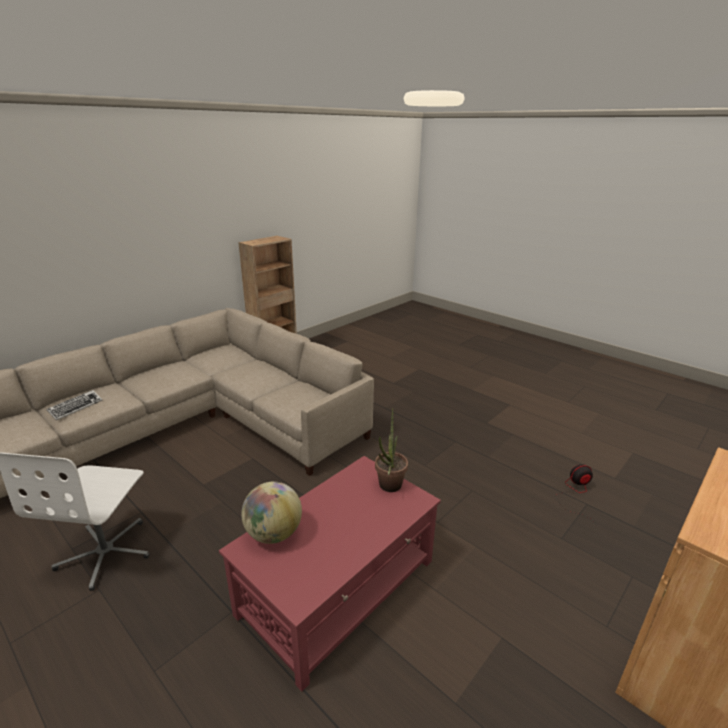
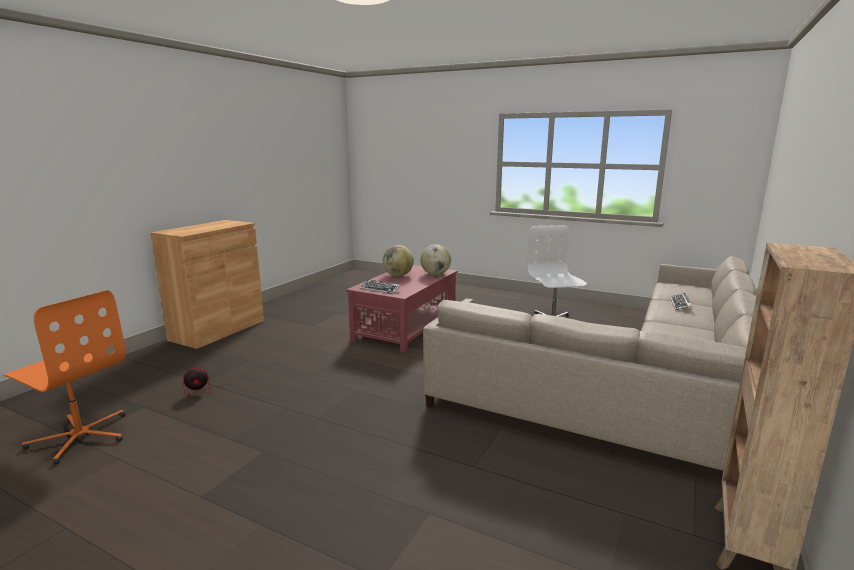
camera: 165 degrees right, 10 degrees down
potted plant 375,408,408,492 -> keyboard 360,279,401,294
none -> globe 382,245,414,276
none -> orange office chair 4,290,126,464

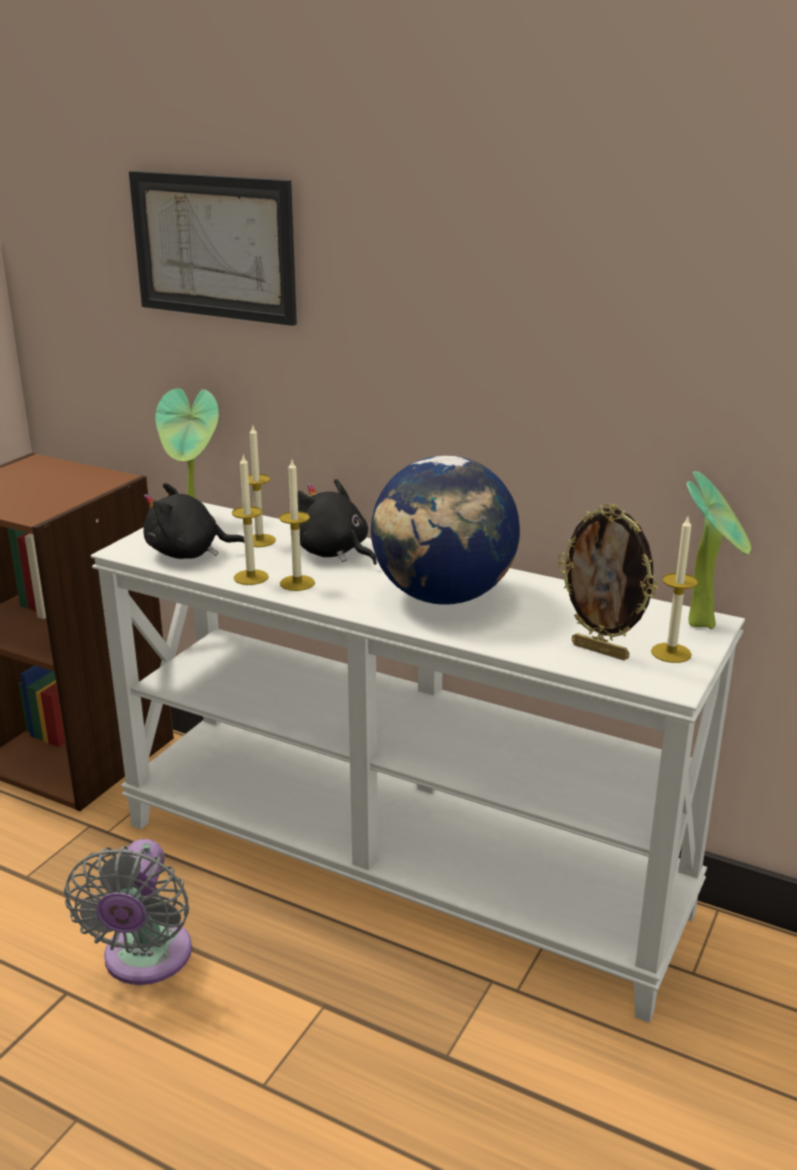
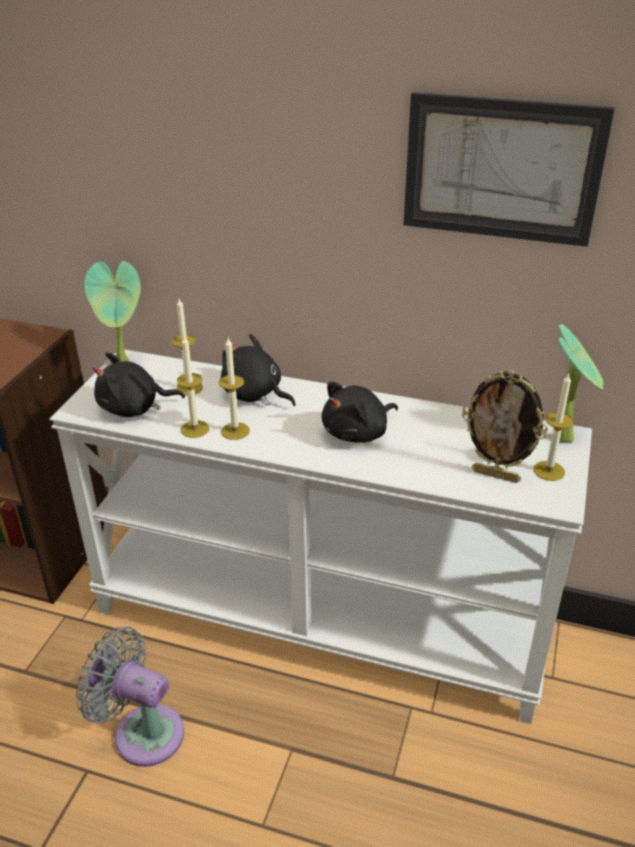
camera: 10 degrees left, 10 degrees up
picture 129,171,297,326 -> picture 404,92,615,247, shifted
globe 371,455,520,605 -> black plush toy 322,381,398,443
grey fan 64,839,192,985 -> grey fan 76,627,184,767, 120 degrees clockwise

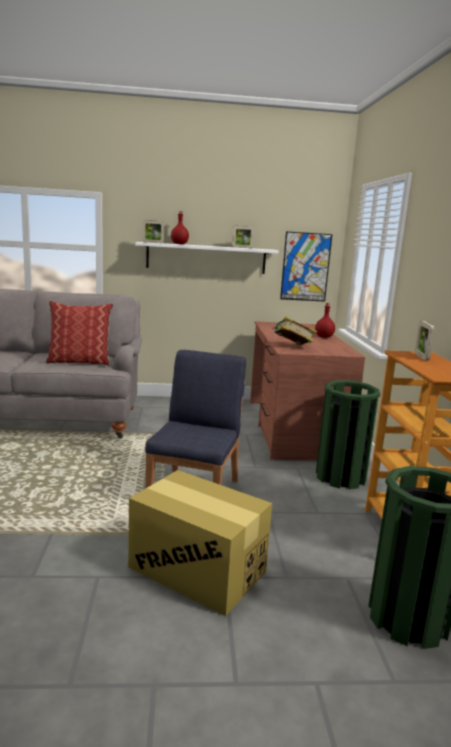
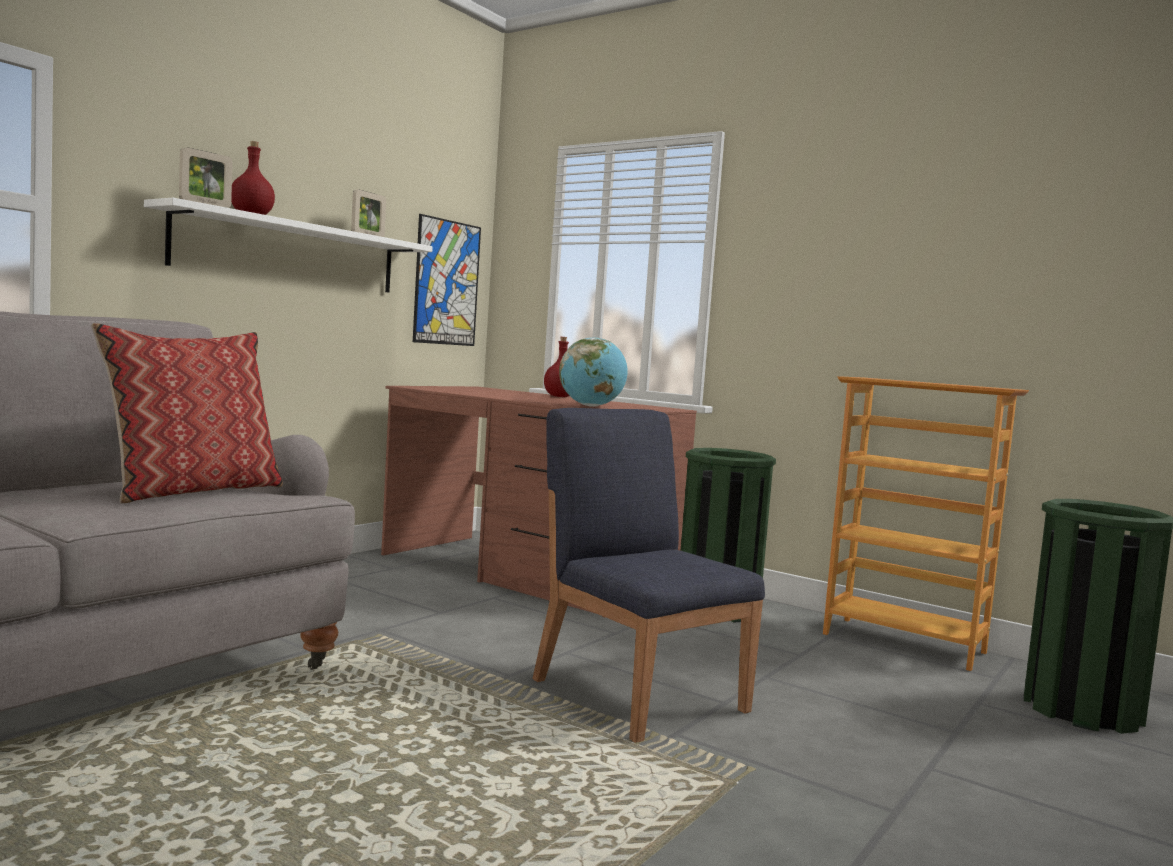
camera: 50 degrees left, 10 degrees down
book 272,316,317,345 -> globe 559,337,628,407
picture frame 415,320,435,361 -> none
cardboard box 128,470,272,616 -> none

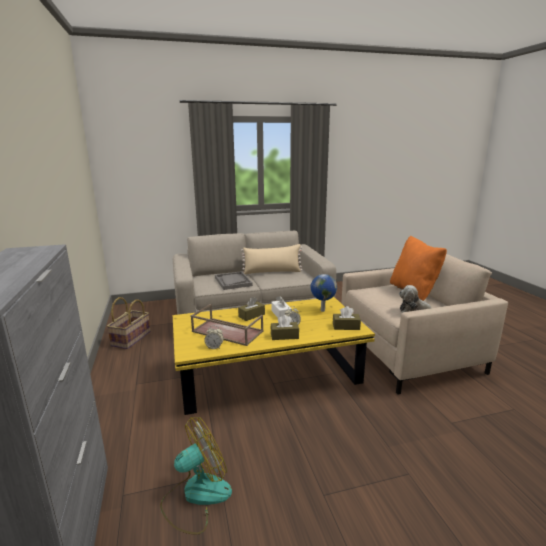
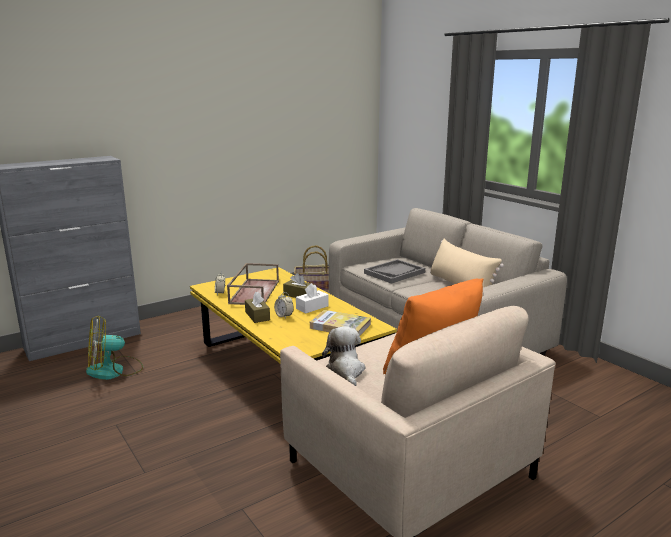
camera: 70 degrees right, 0 degrees up
globe 311,274,337,312 -> book 310,310,371,336
brown tissue box 333,306,361,330 -> none
fan 160,417,232,535 -> fan 86,315,143,380, 120 degrees clockwise

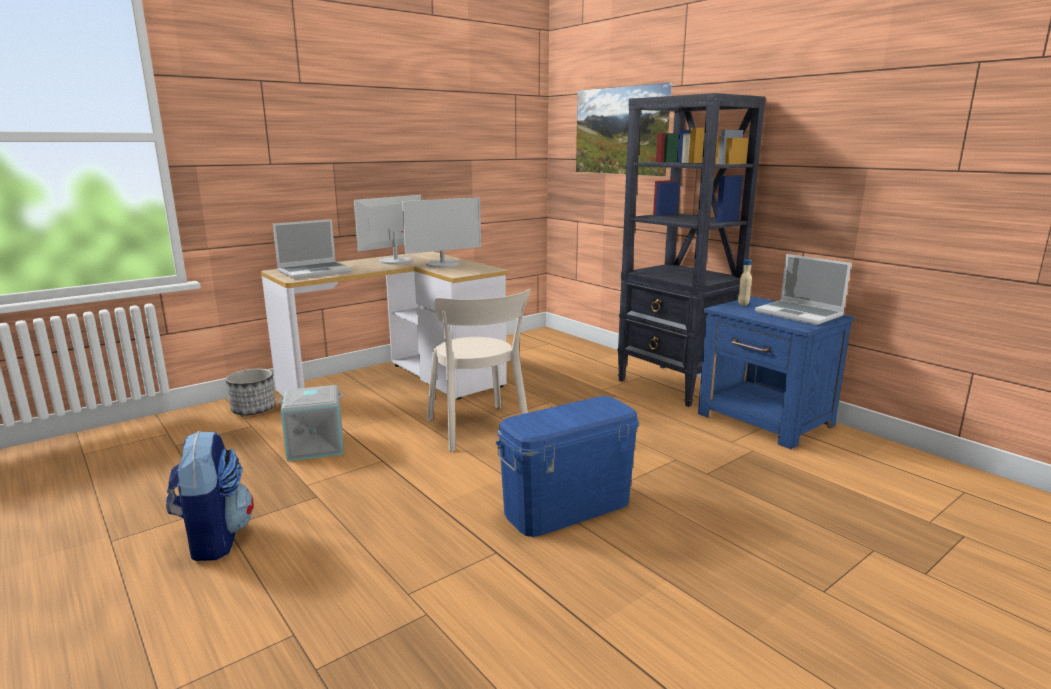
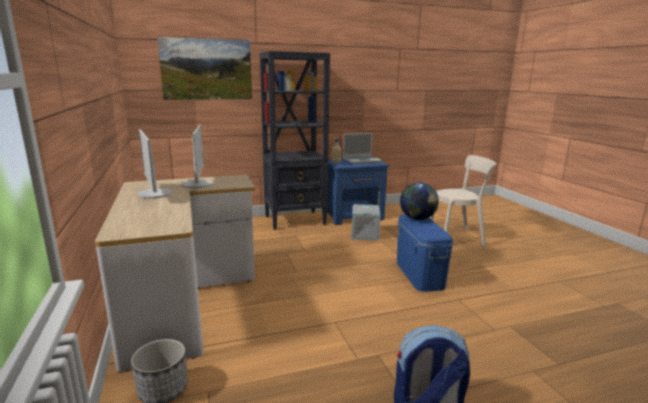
camera: 70 degrees left, 0 degrees up
laptop 273,219,353,279 -> none
beige chair 427,288,531,452 -> beige chair 430,155,496,247, shifted
grey storage box 278,385,343,461 -> grey storage box 352,204,381,241, shifted
none -> globe 400,183,439,220

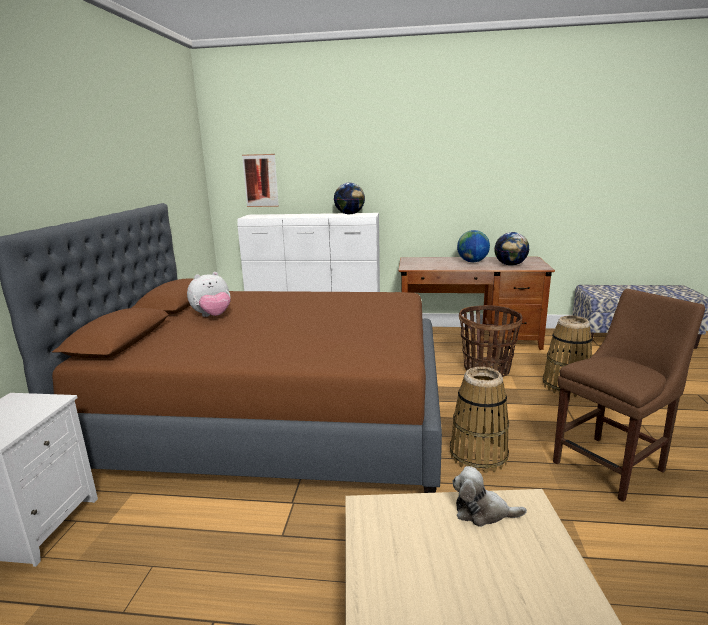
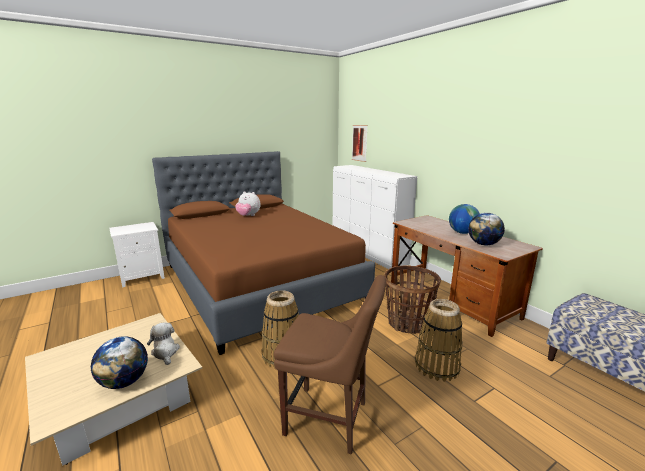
camera: 50 degrees right, 0 degrees up
globe 334,183,365,214 -> globe 91,336,148,389, shifted

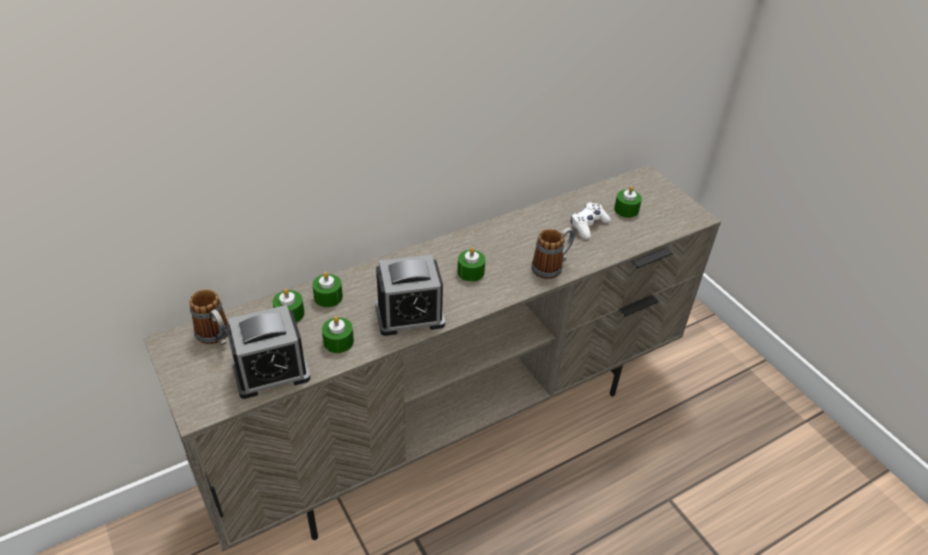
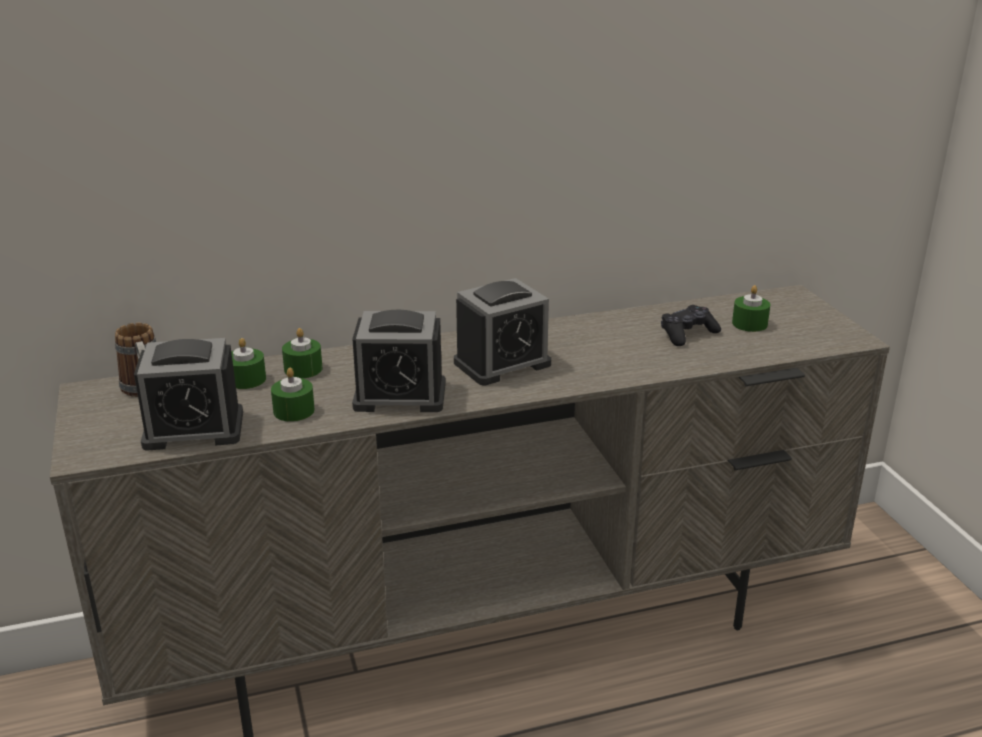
camera: 15 degrees right, 15 degrees down
white game controller 571,202,611,239 -> black game controller 661,305,721,346
mug 532,228,575,279 -> none
green candle 457,247,485,282 -> alarm clock 454,278,551,385

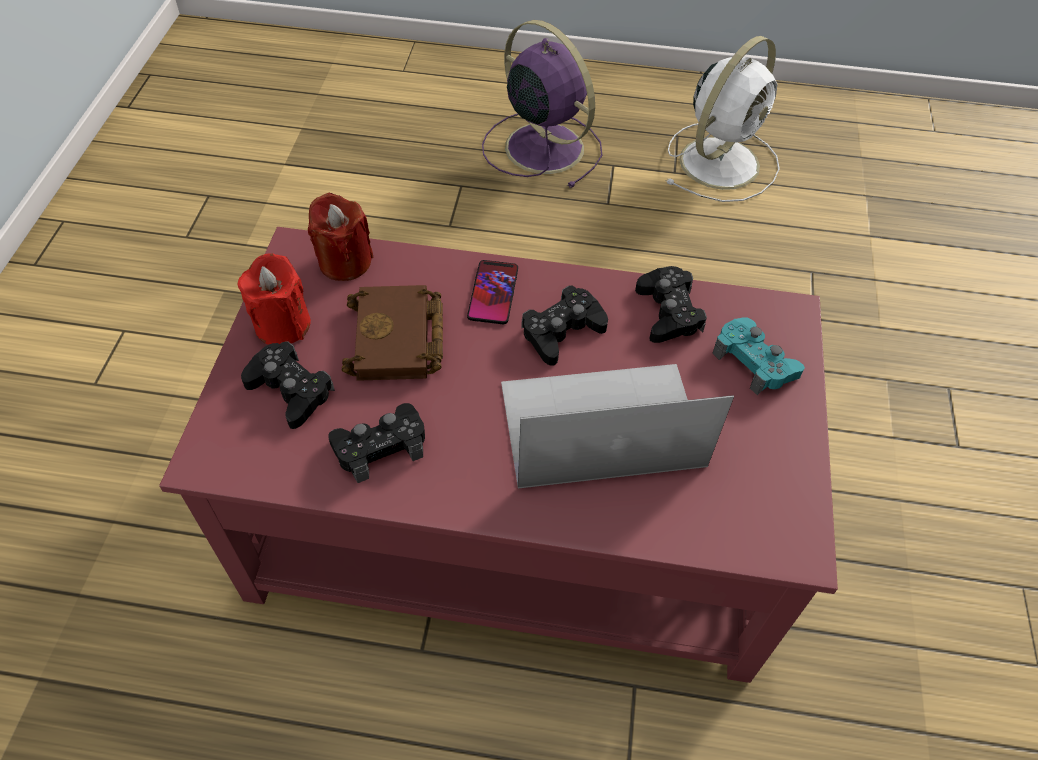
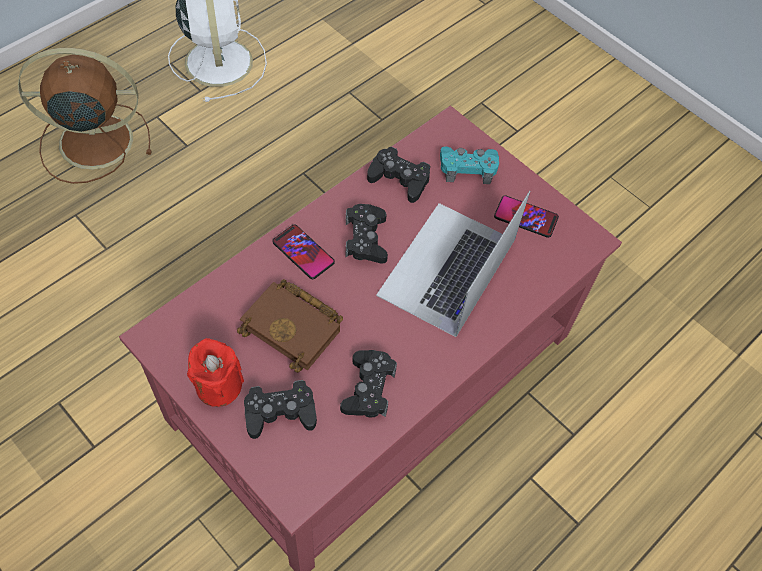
camera: 55 degrees left, 5 degrees up
purple fan 482,20,602,188 -> brown fan 18,48,151,184
red candle 308,193,373,281 -> none
none -> phone 494,196,559,238

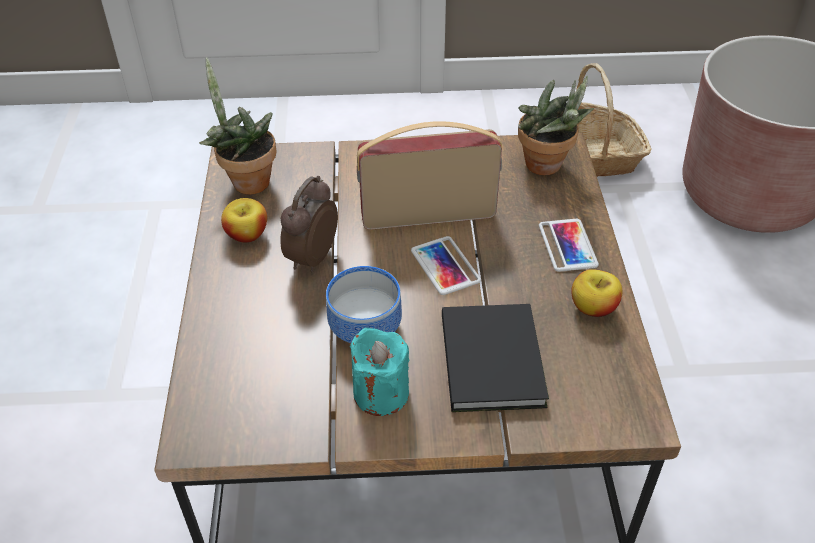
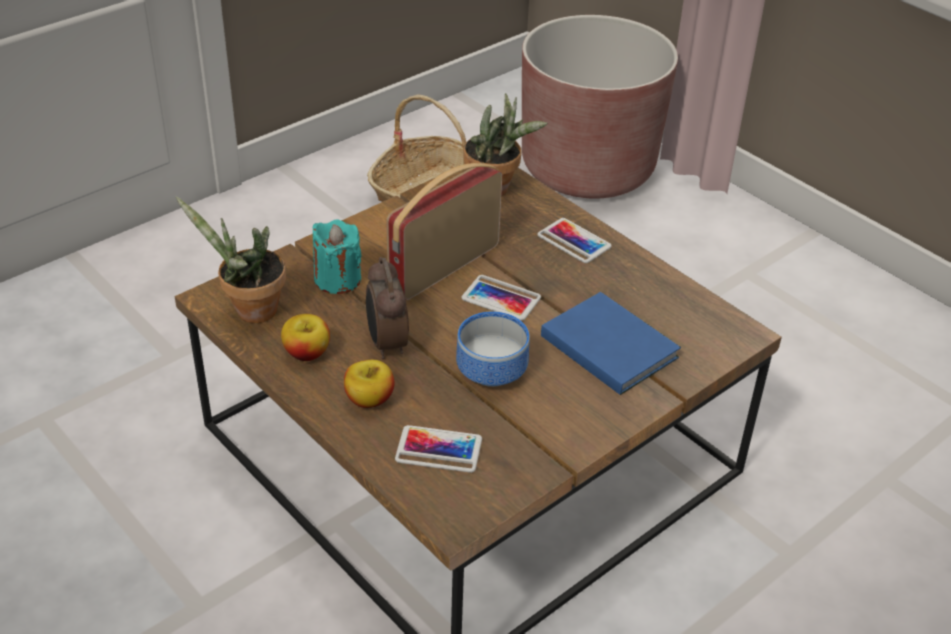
camera: 40 degrees left, 5 degrees down
apple 571,269,622,317 -> apple 344,360,394,408, shifted
black book 442,304,549,412 -> blue book 541,292,681,395
turquoise candle 350,328,409,416 -> turquoise candle 313,220,362,294, shifted
none -> phone 395,425,482,473

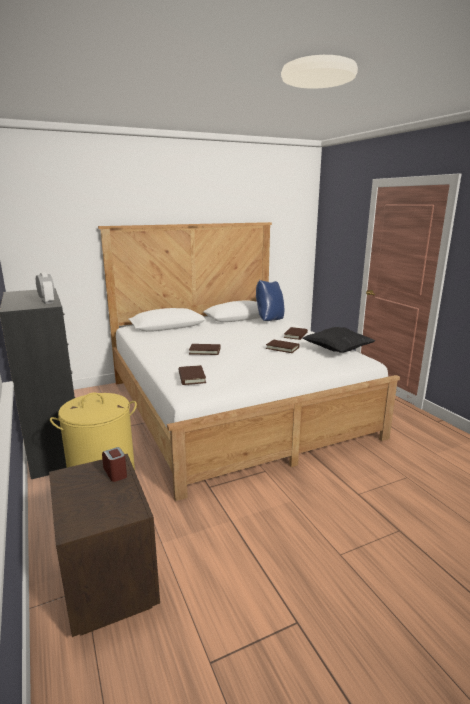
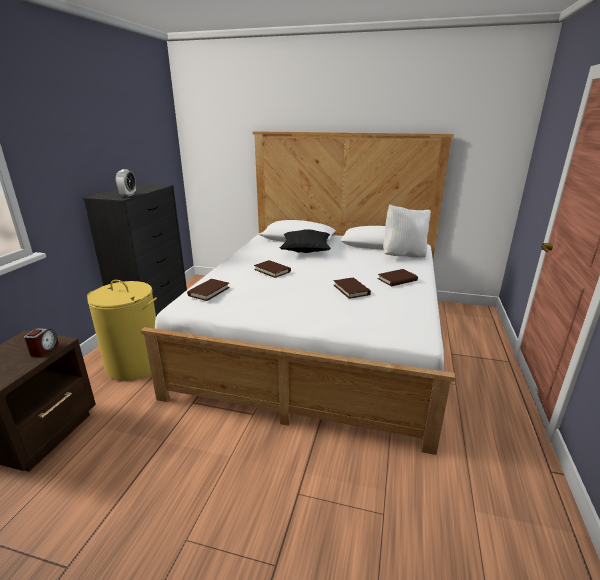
camera: 40 degrees right, 5 degrees up
blue pillow 256,280,284,321 -> white pillow 383,204,431,257
black pillow 303,327,375,353 -> black pillow 280,229,331,253, shifted

